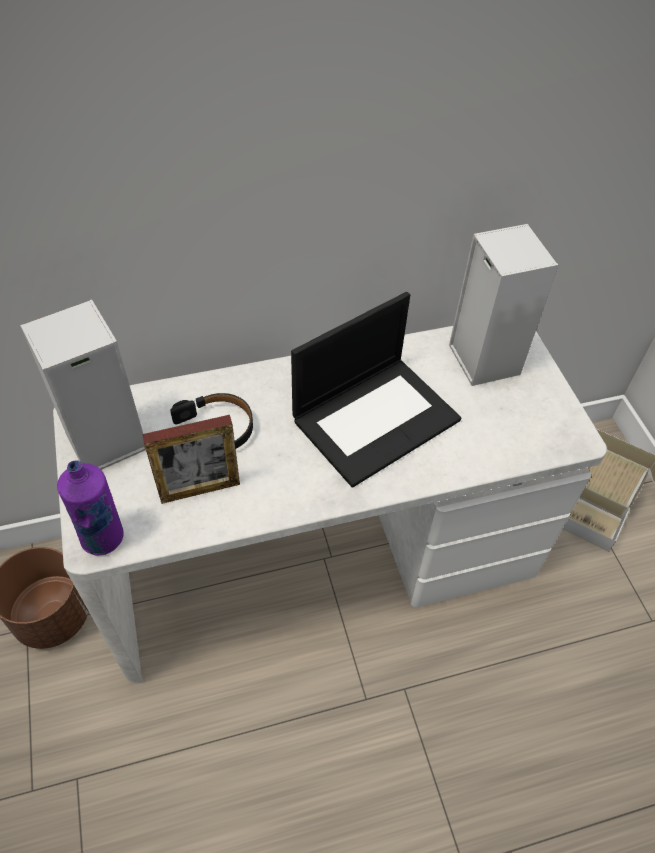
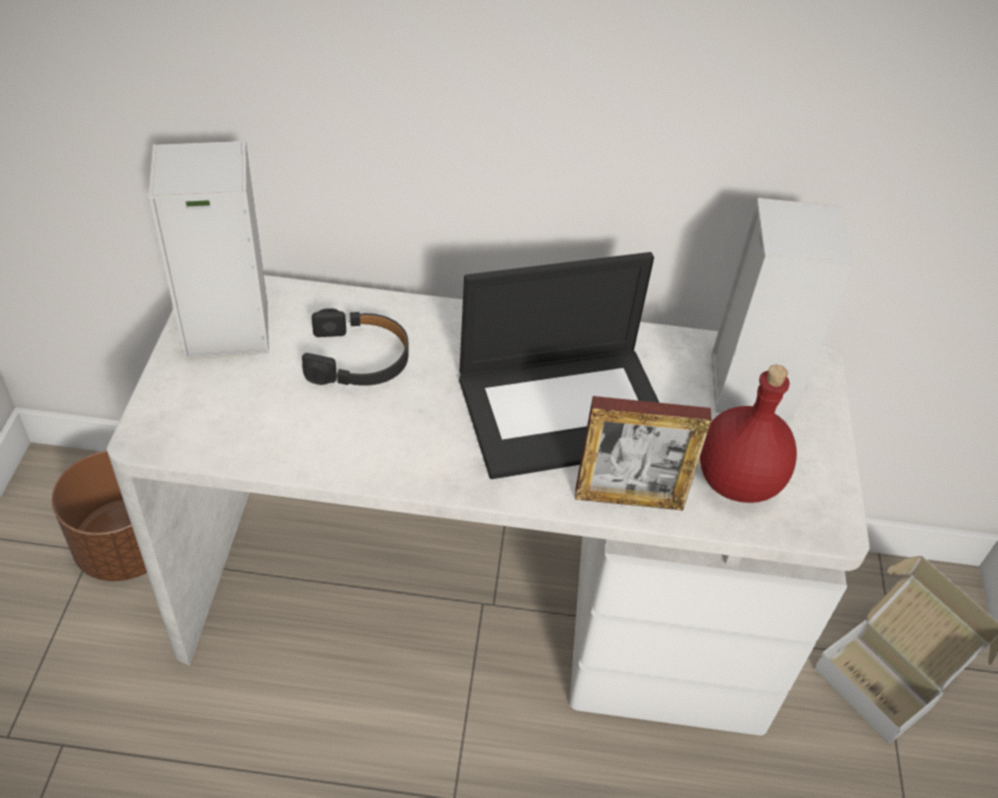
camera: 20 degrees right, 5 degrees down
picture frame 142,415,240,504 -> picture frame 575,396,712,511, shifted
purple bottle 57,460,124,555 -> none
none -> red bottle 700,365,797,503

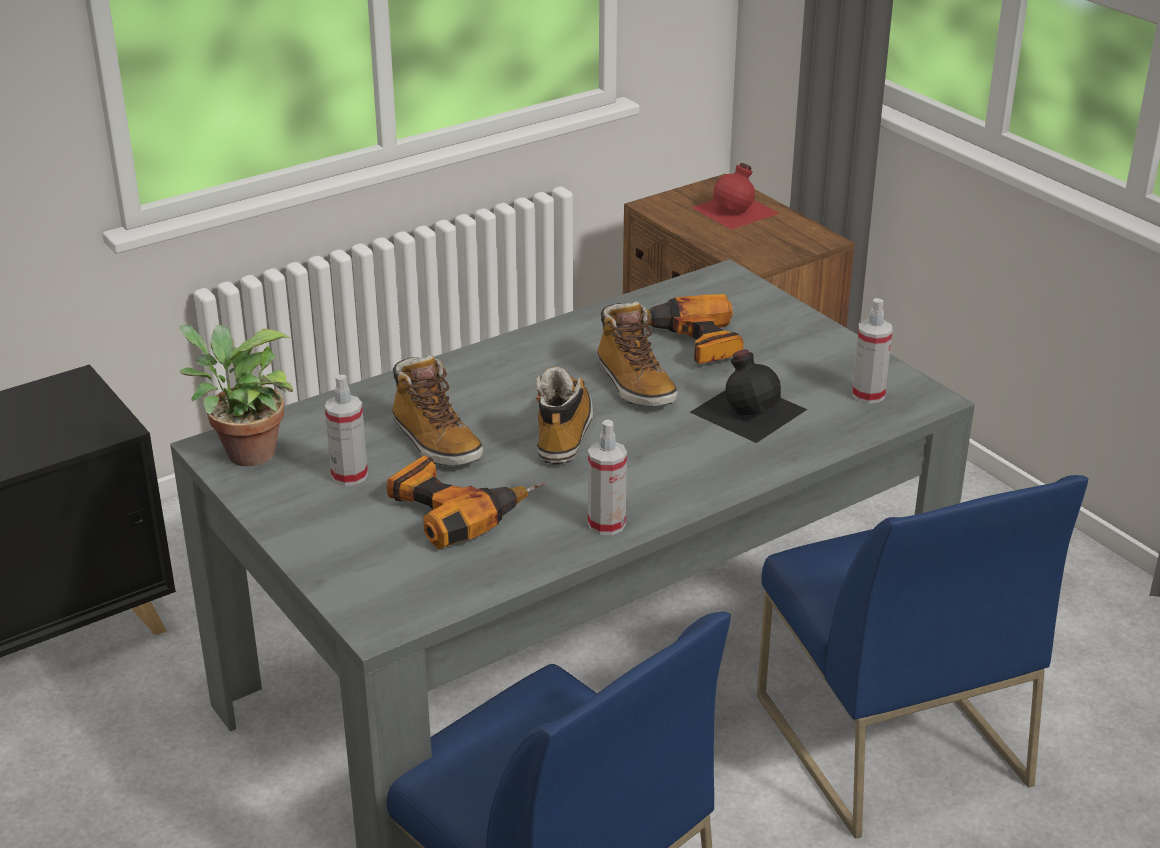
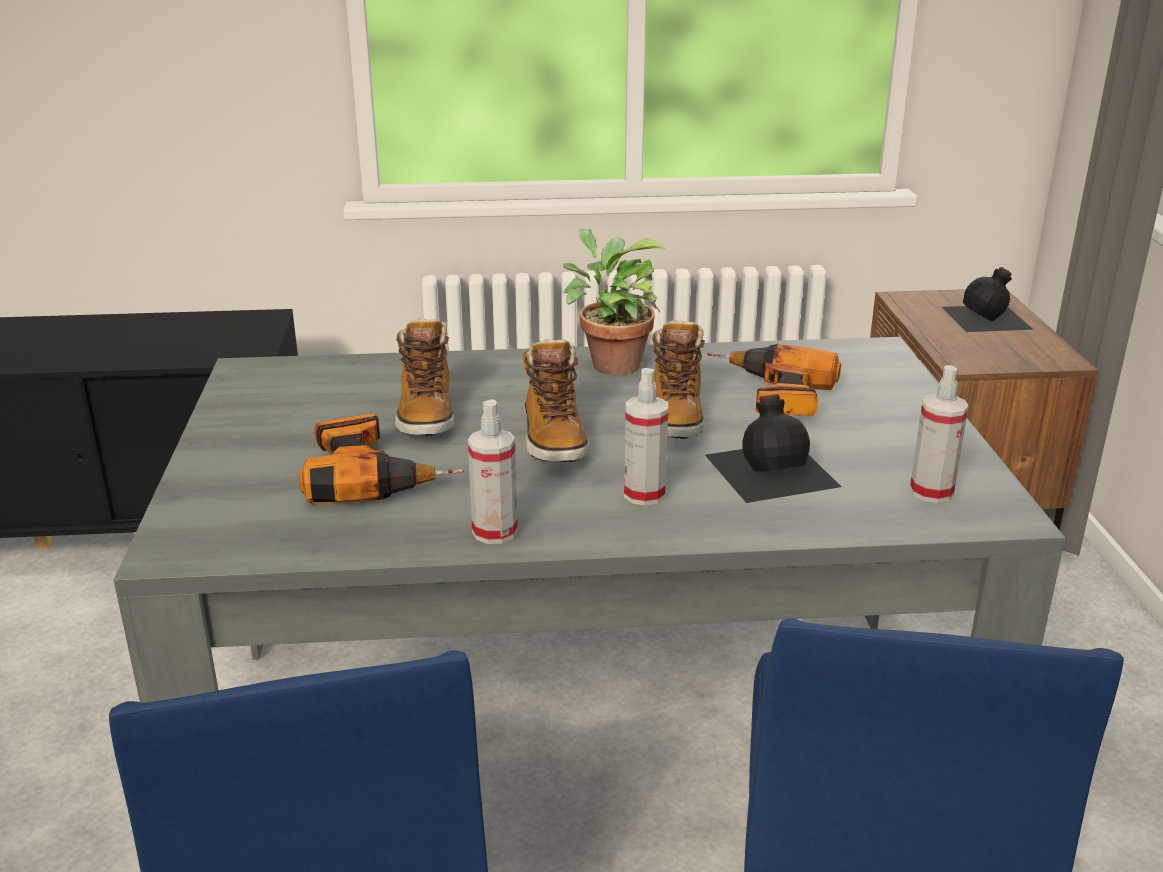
camera: 30 degrees right, 5 degrees down
red bottle 691,163,780,230 -> black bottle 942,267,1034,332
potted plant 180,325,293,466 -> potted plant 563,229,665,375, shifted
boot 536,367,593,465 -> boot 523,338,589,462, 135 degrees clockwise
spray bottle 325,375,368,486 -> spray bottle 624,368,668,506, shifted

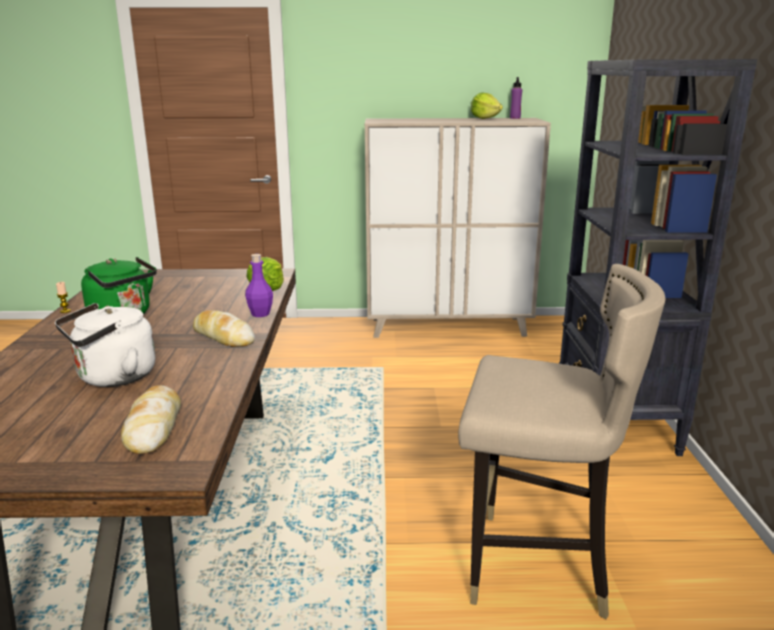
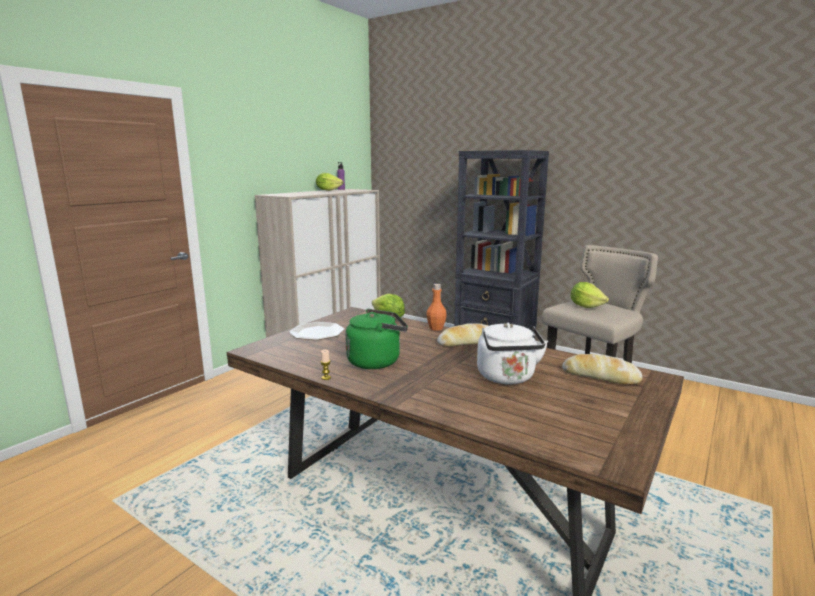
camera: 55 degrees left, 5 degrees down
purple bottle 245,254,273,317 -> orange bottle 427,284,447,331
none -> lettuce 570,282,609,308
none -> plate 289,322,345,340

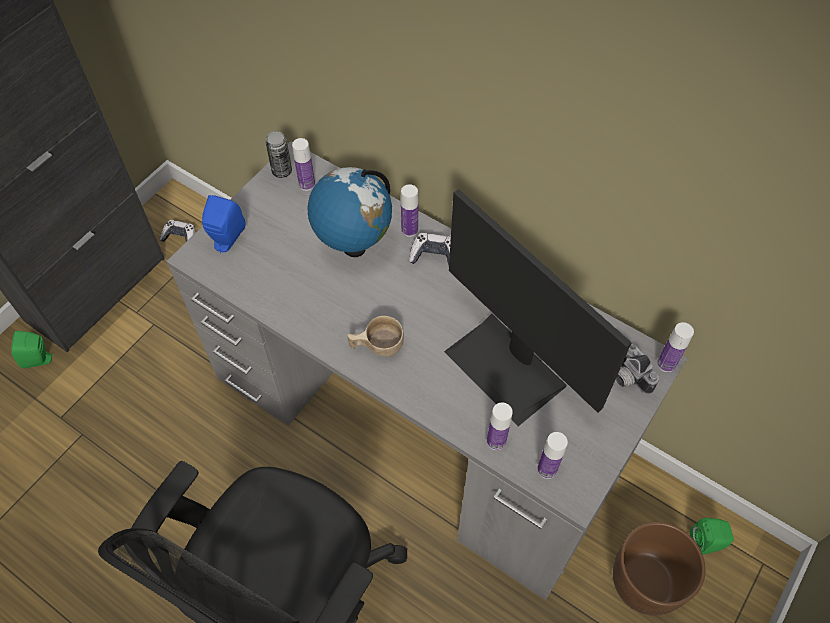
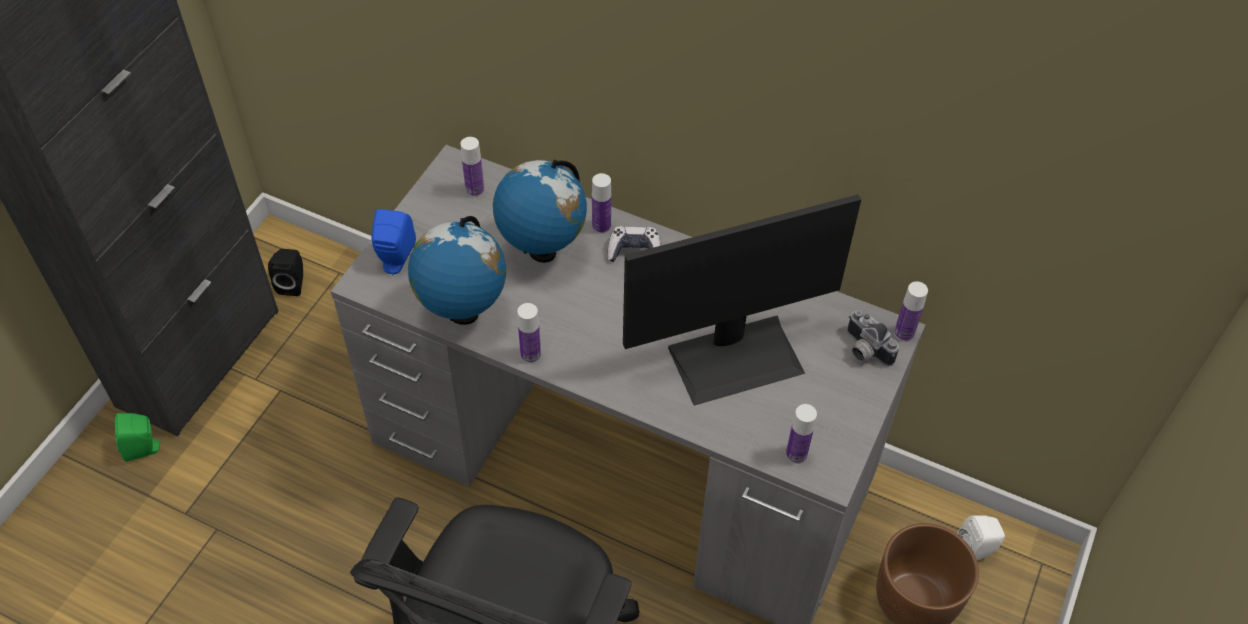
camera: 10 degrees left, 5 degrees down
can 265,131,292,178 -> none
monitor 444,189,632,426 -> monitor 623,194,861,406, 60 degrees counterclockwise
game controller 160,220,195,242 -> black speaker 268,249,303,296
beige cup 347,316,404,357 -> none
bottle 487,402,513,450 -> bottle 517,303,541,363, shifted
green speaker 690,518,734,555 -> white speaker 957,516,1005,560
none -> globe 408,216,506,325

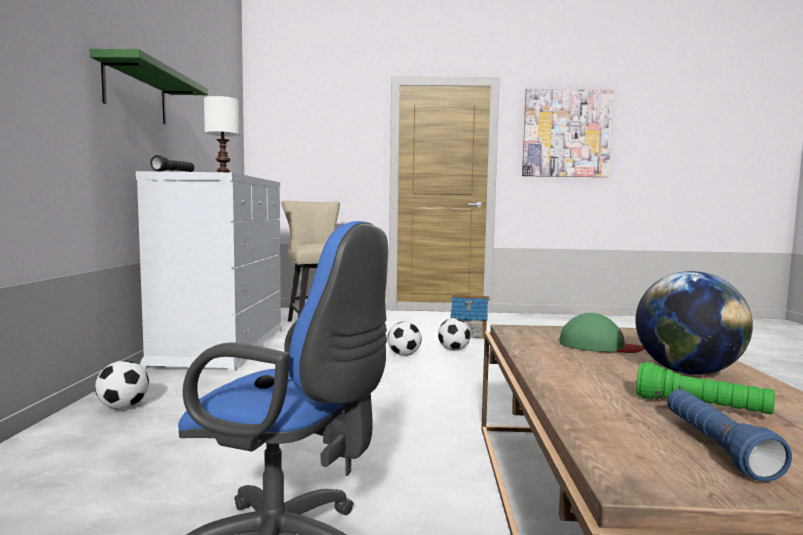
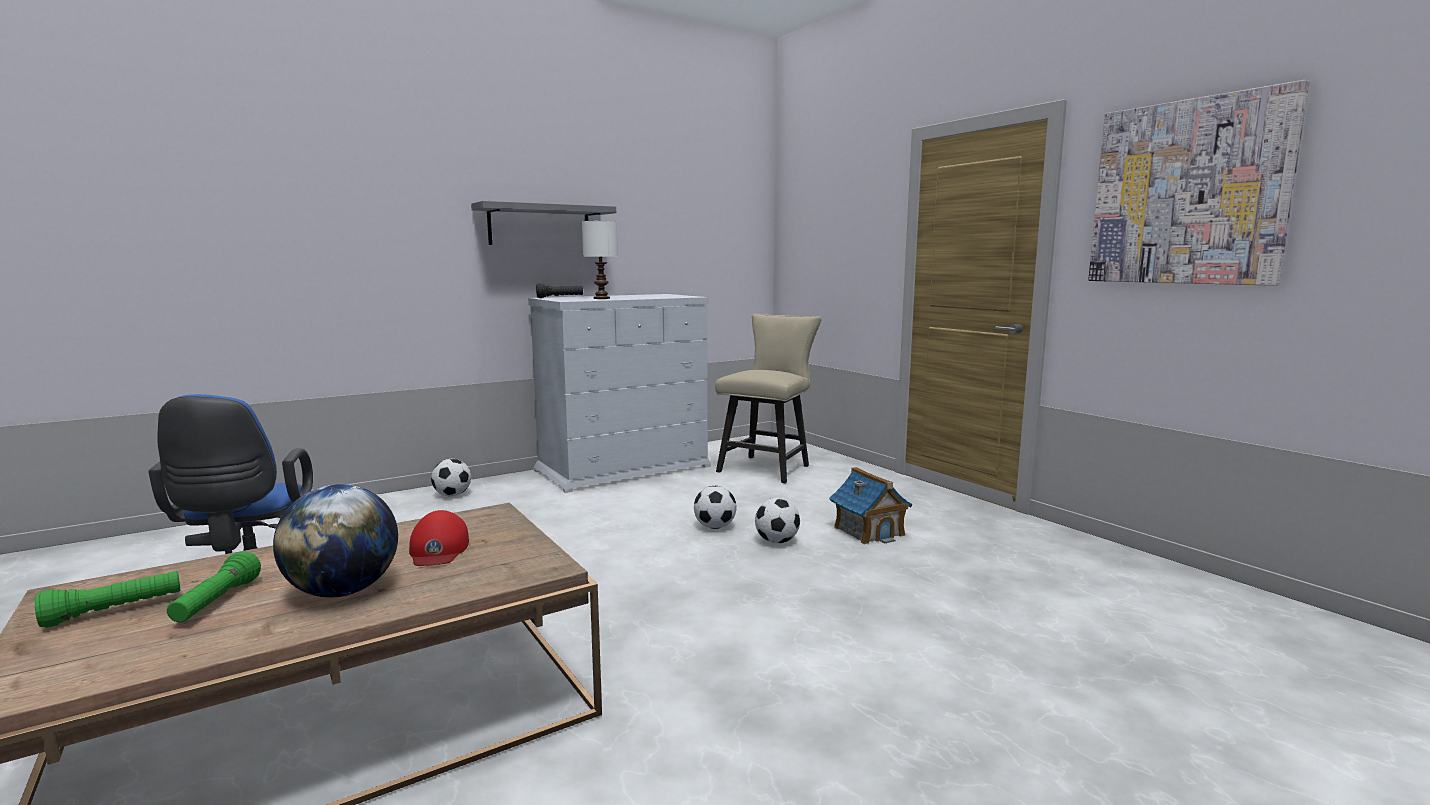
camera: 55 degrees right, 5 degrees up
green shelf 90,49,208,124 -> grey shelf 471,201,616,245
green cap 559,313,645,353 -> red cap 409,510,469,566
blue flashlight 667,389,792,482 -> green flashlight 35,571,180,628

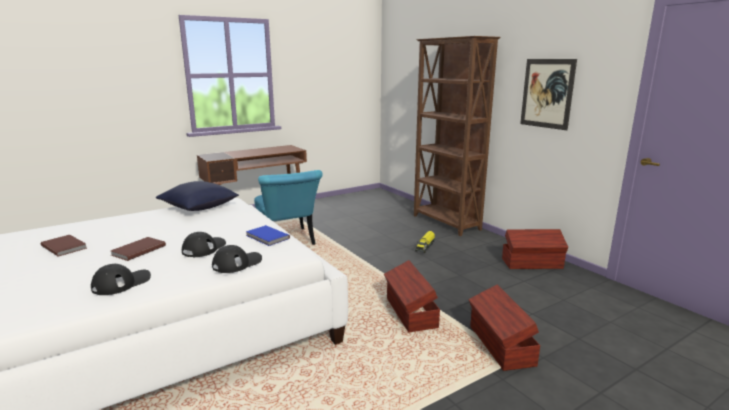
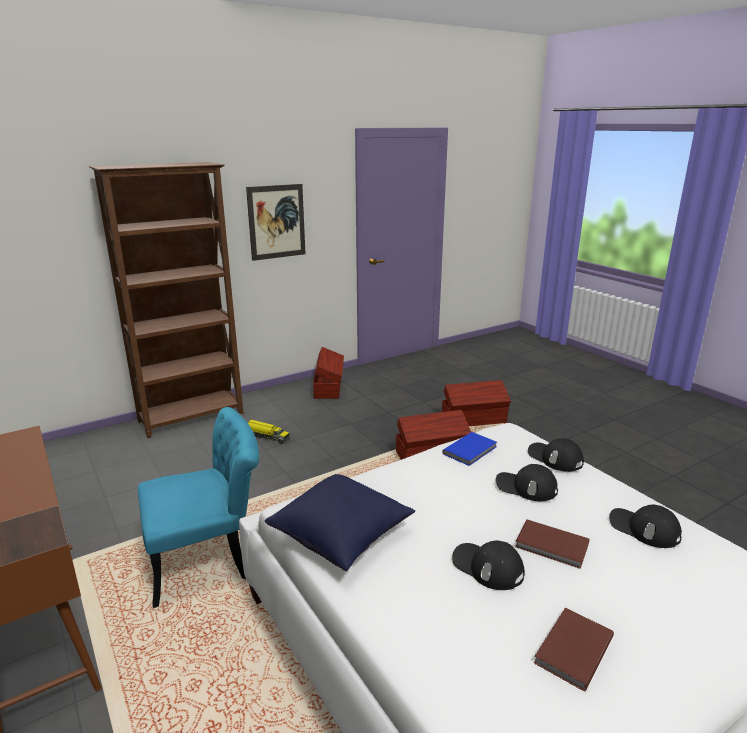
camera: 90 degrees left, 5 degrees up
none -> black cap 452,540,525,590

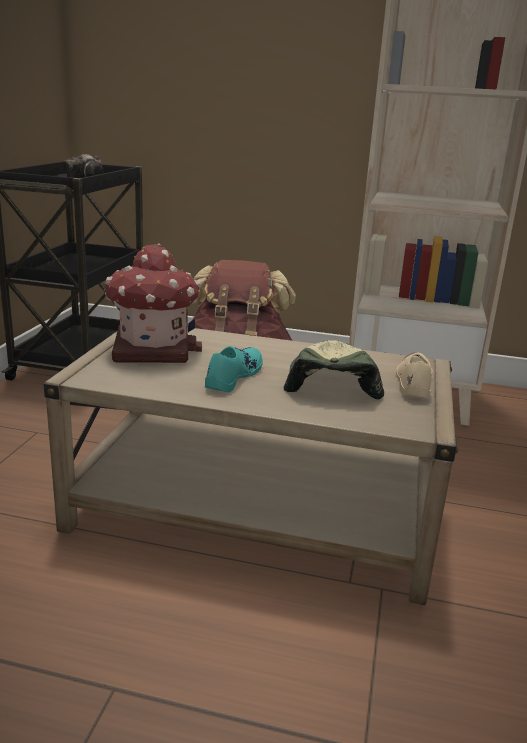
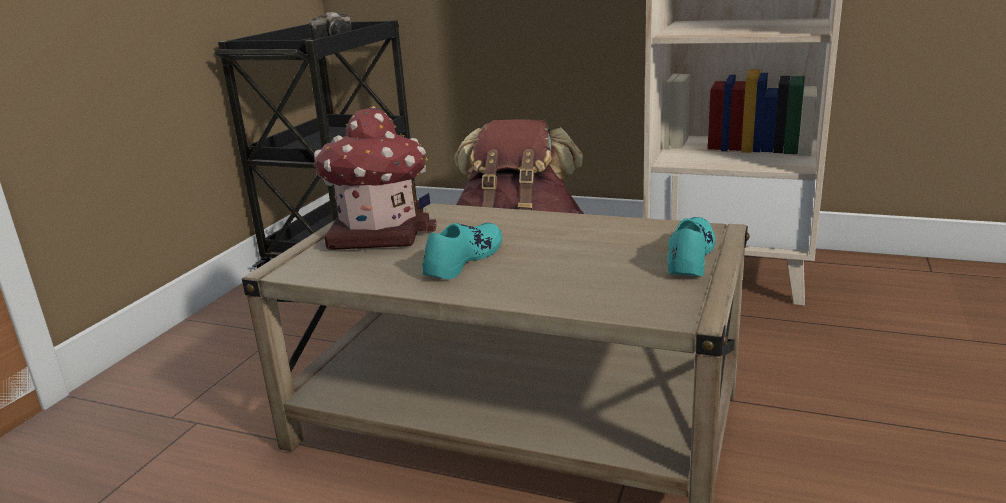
camera: 10 degrees right, 0 degrees up
cap 283,340,384,399 -> none
beige shoe 396,352,432,399 -> turquoise shoe 668,217,716,276

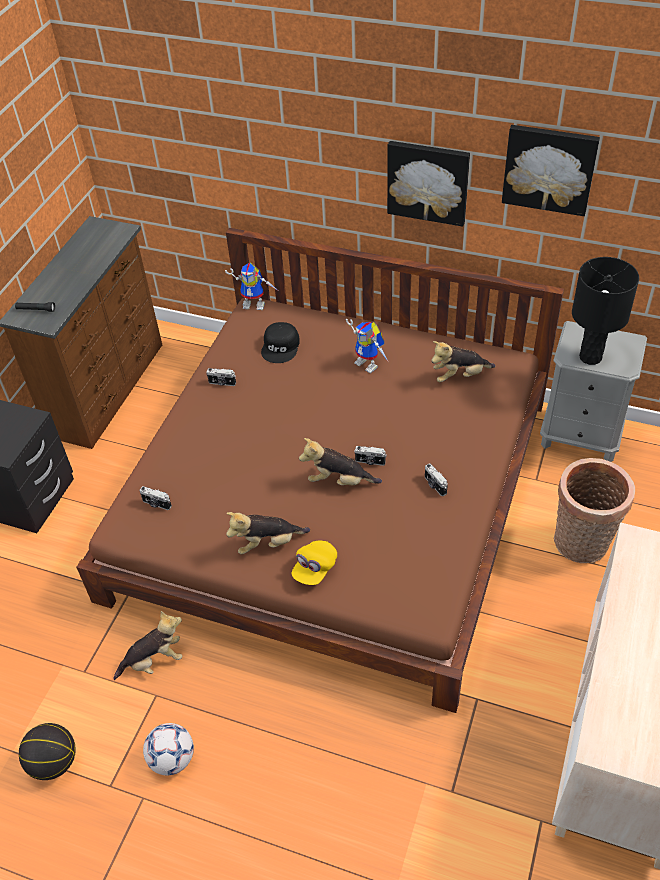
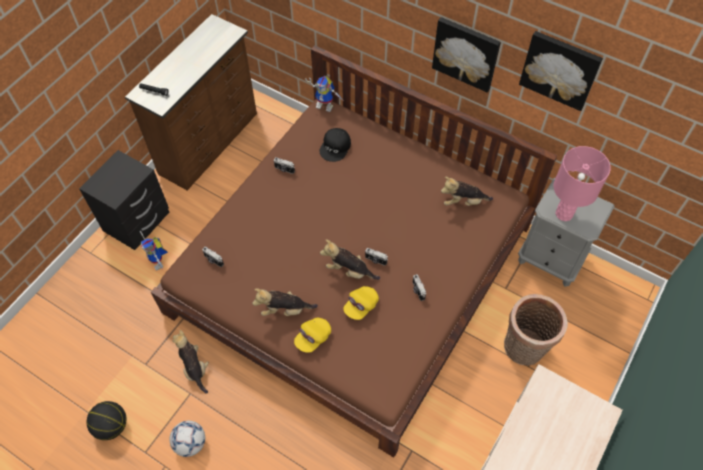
camera: 10 degrees right, 10 degrees up
black table lamp 572,257,639,365 -> pink table lamp 553,146,611,221
toy robot 346,319,388,373 -> toy robot 140,231,168,271, shifted
plush toy 113,611,183,680 -> plush toy 172,330,209,394, 105 degrees counterclockwise
none -> yellow cap 343,286,379,320

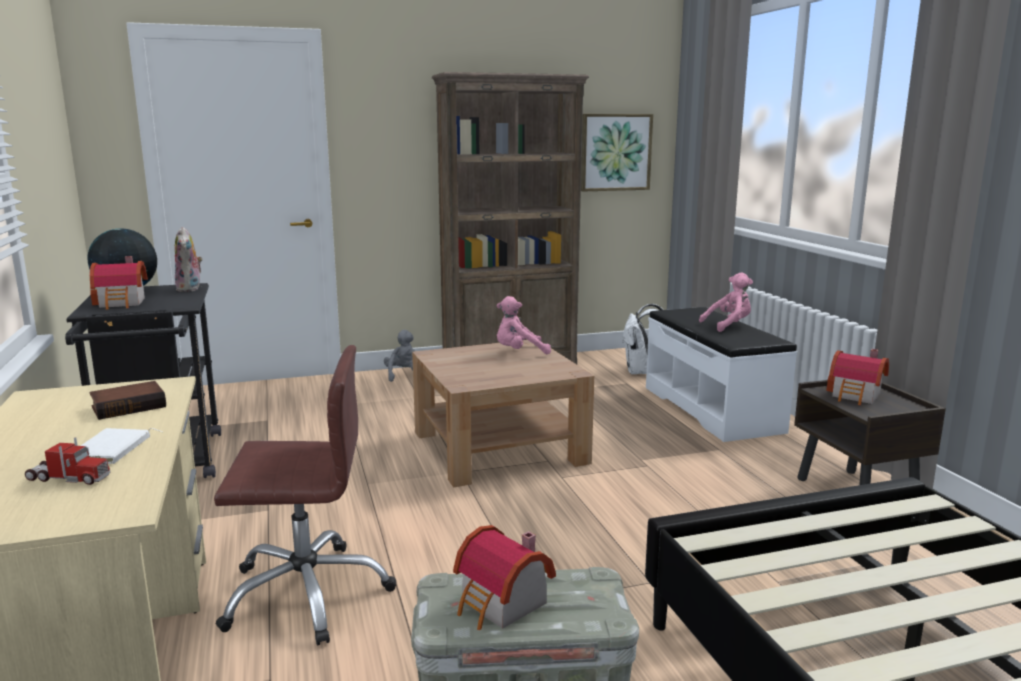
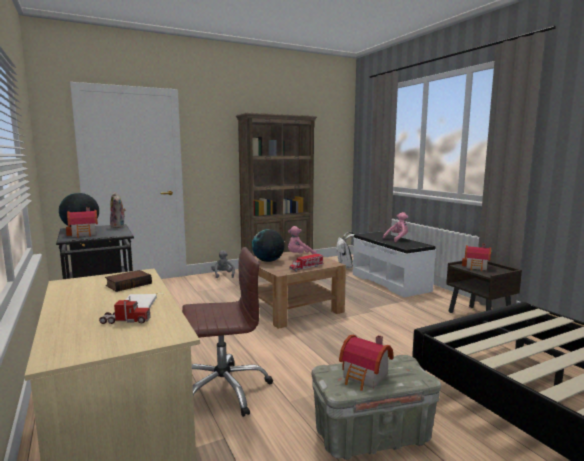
camera: 10 degrees left, 5 degrees down
picture 581,114,653,192 -> none
none -> globe 252,229,285,262
none -> toy truck 289,254,324,272

